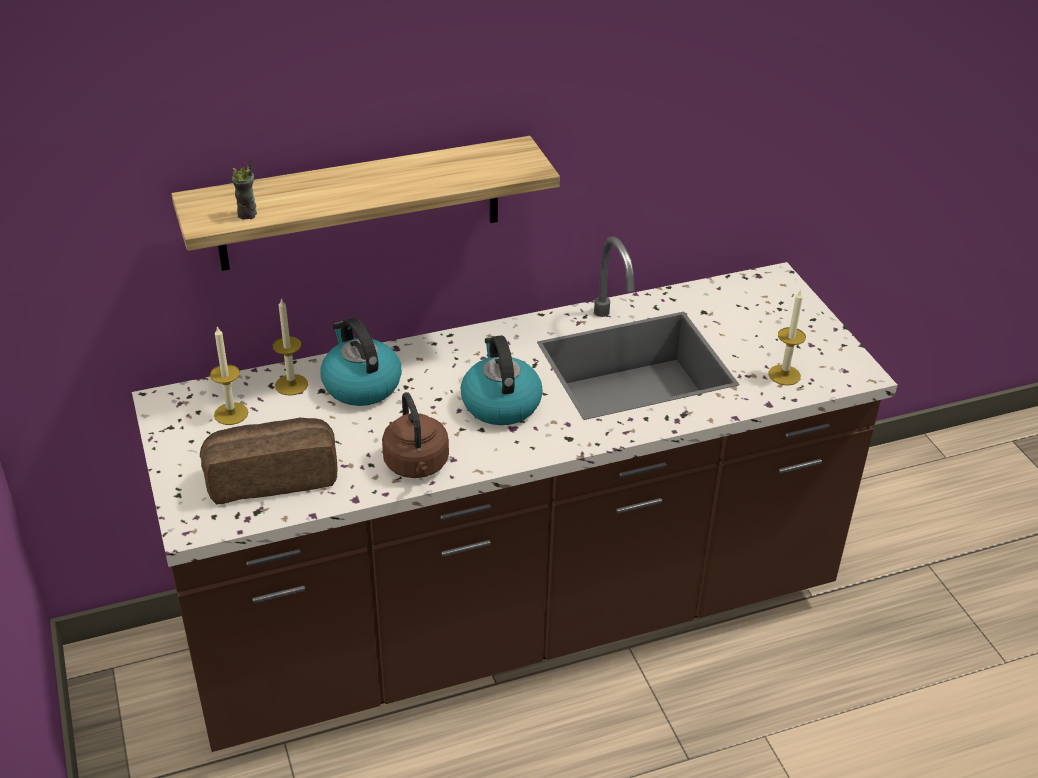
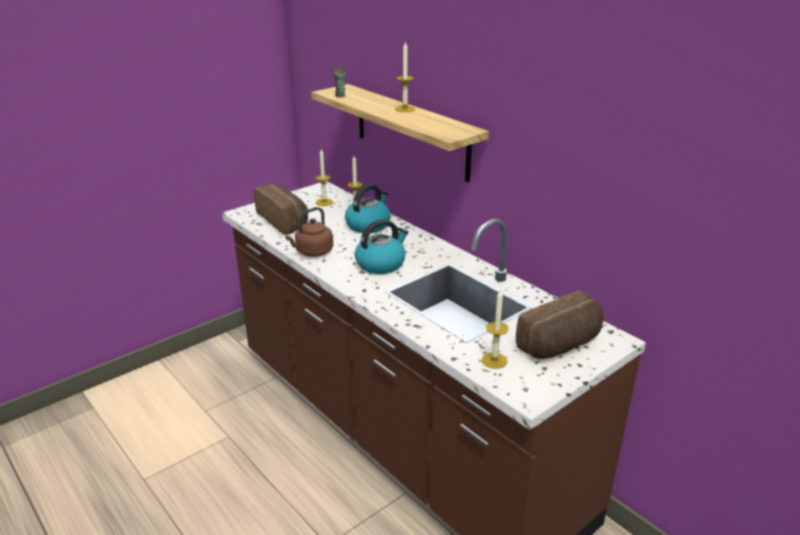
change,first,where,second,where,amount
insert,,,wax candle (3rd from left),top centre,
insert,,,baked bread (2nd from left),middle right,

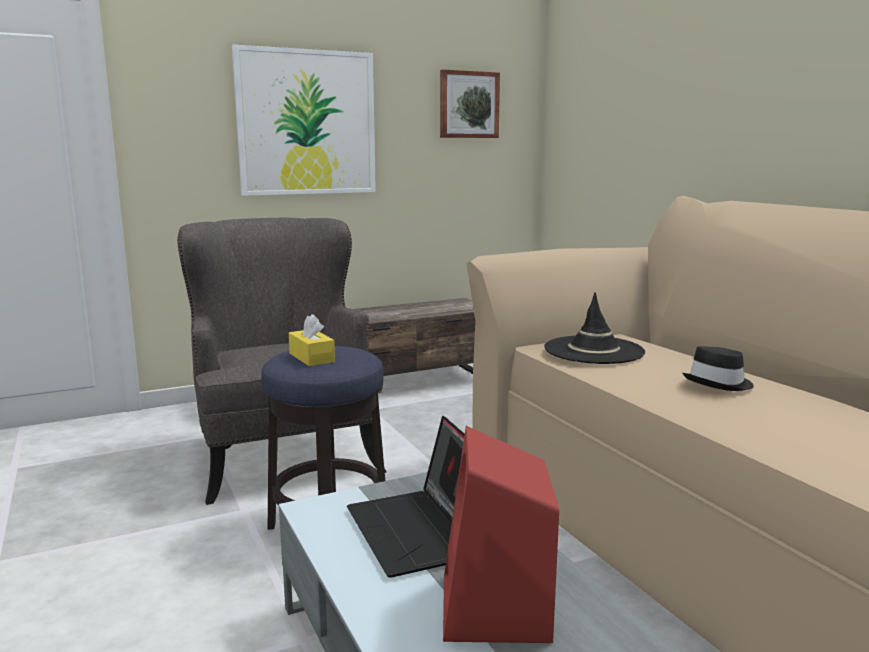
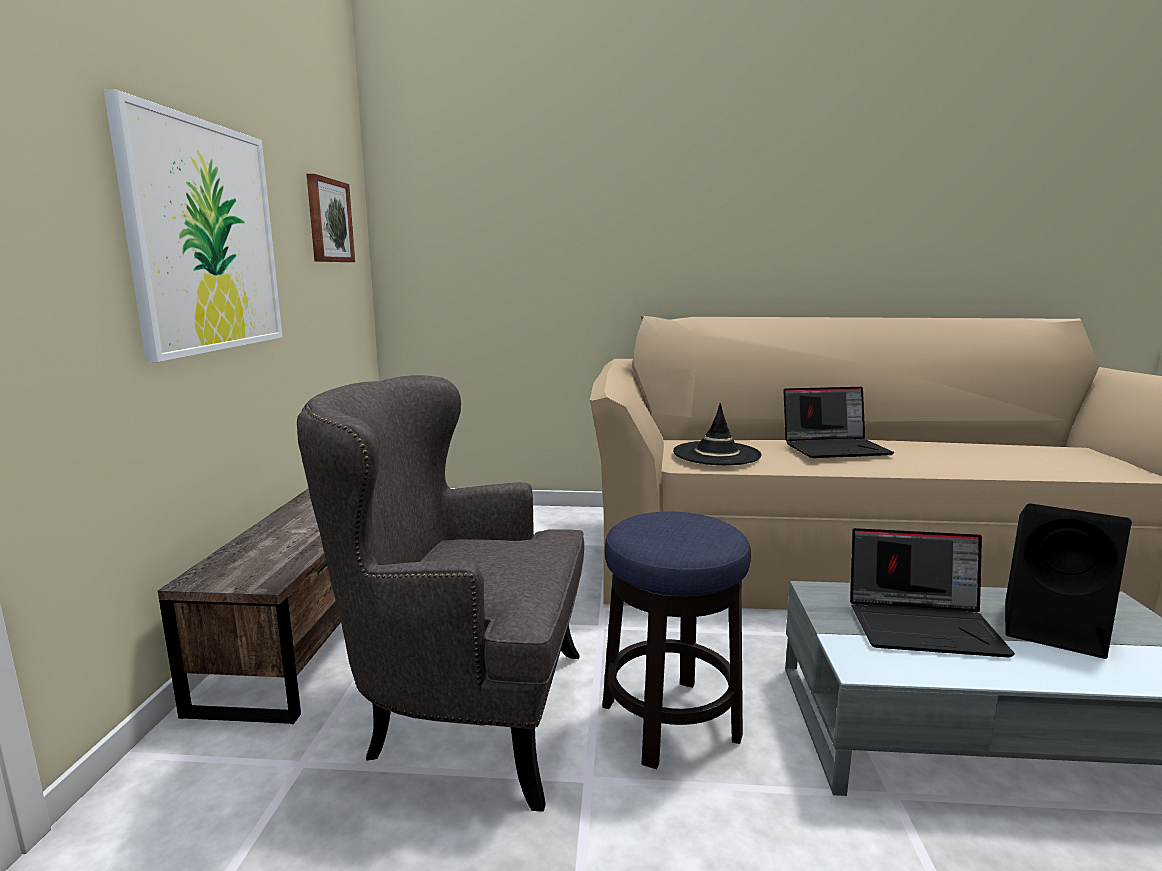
change,first,where,second,where,amount
replace,clothing hat/black-coloured (2nd from left),middle right,laptop (1st from left),middle right,
recolor,loudspeaker/reddish,bottom centre,loudspeaker/black-coloured,bottom right,
delete,tissue holder/yellow,centre,,,

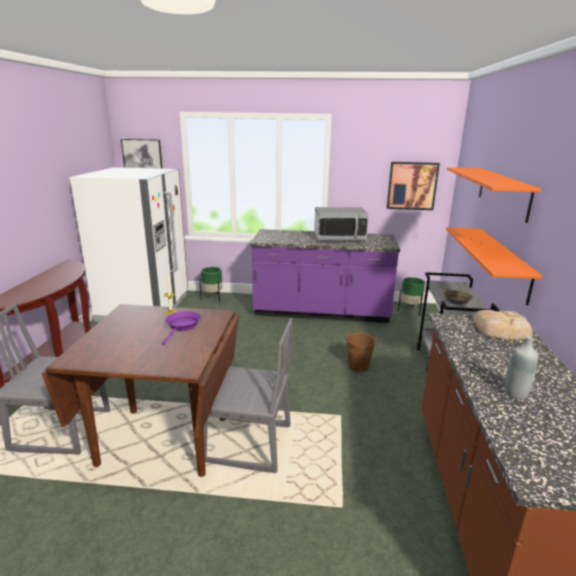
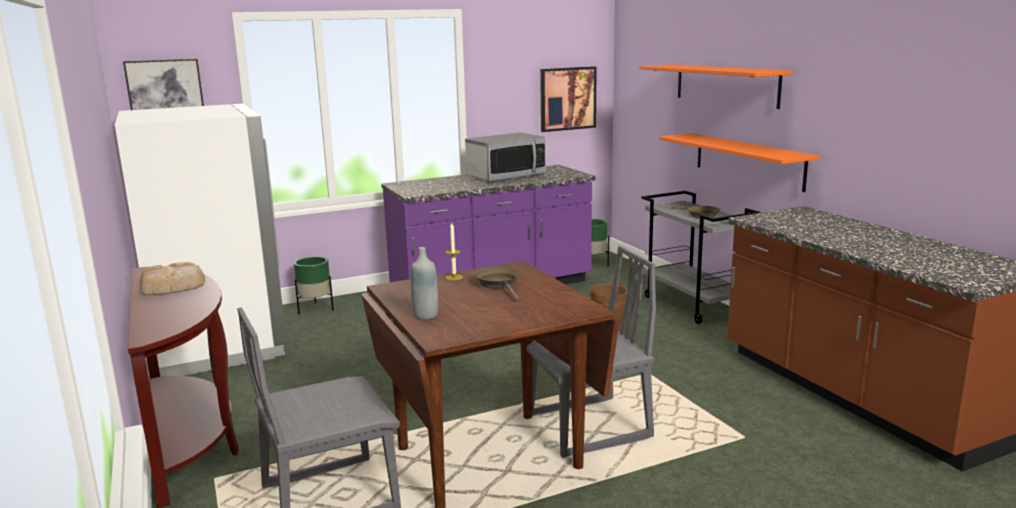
change,first,where,second,where,amount
move,baked bread,middle right,,middle left,
move,bottle/greyish,middle right,,centre,
recolor,skillet/purple,middle left,skillet/brown-coloured (1st from left),centre,

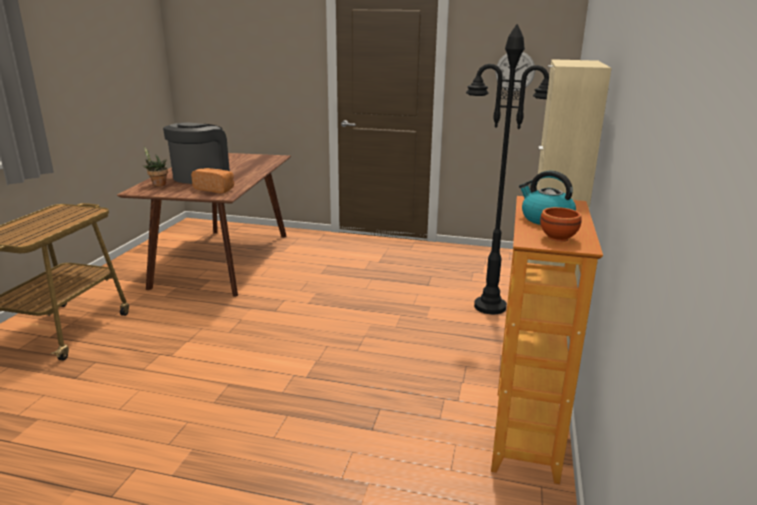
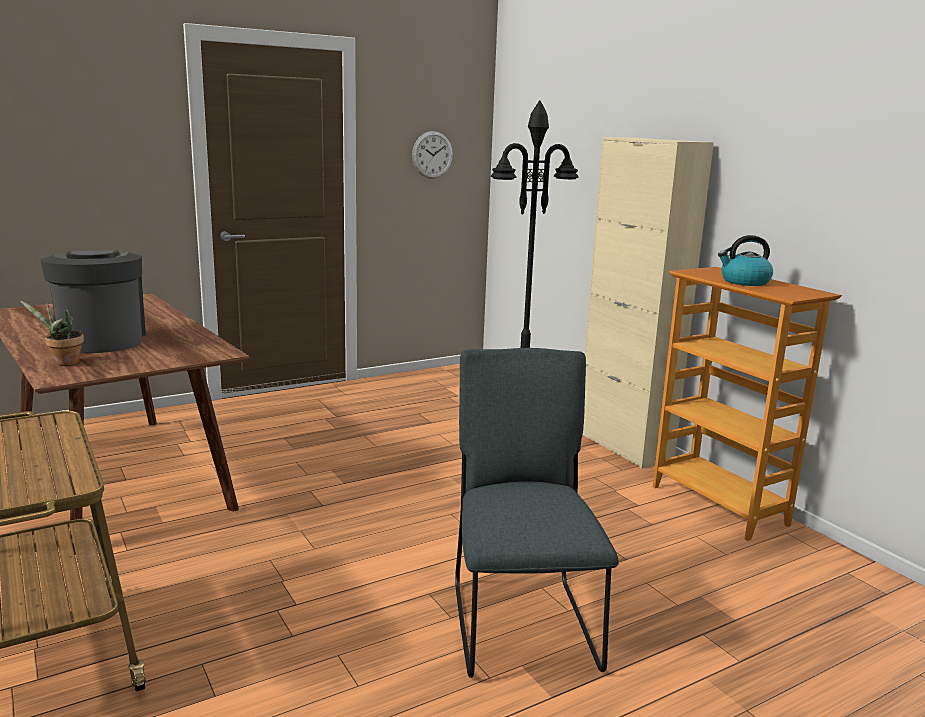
change,first,where,second,where,amount
insert,,,plain chair/greyish,bottom centre,
delete,baked bread,middle left,,,
delete,deep dish/brown-coloured,middle right,,,

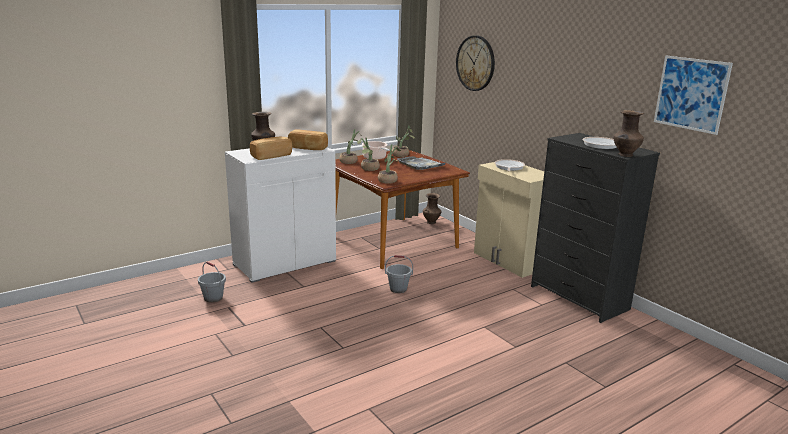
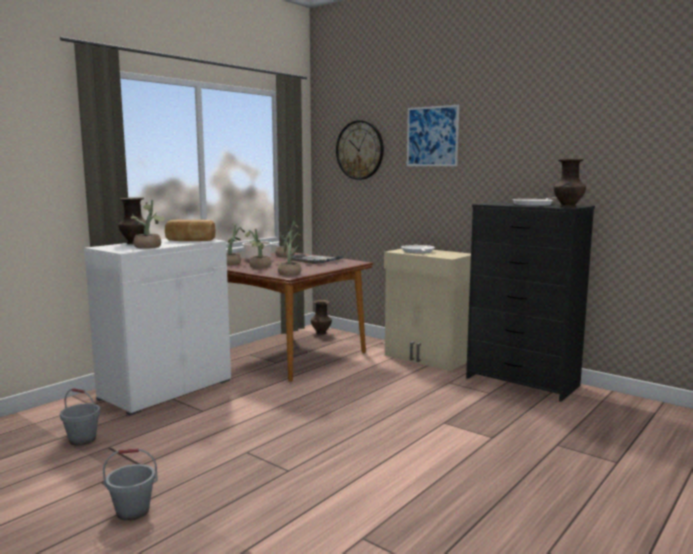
change,first,where,second,where,amount
move,pail/greyish (2nd from left),centre,,bottom left,
replace,baked bread (1st from left),centre,potted plant (1st from left),middle left,
move,wall art,top right,,top centre,

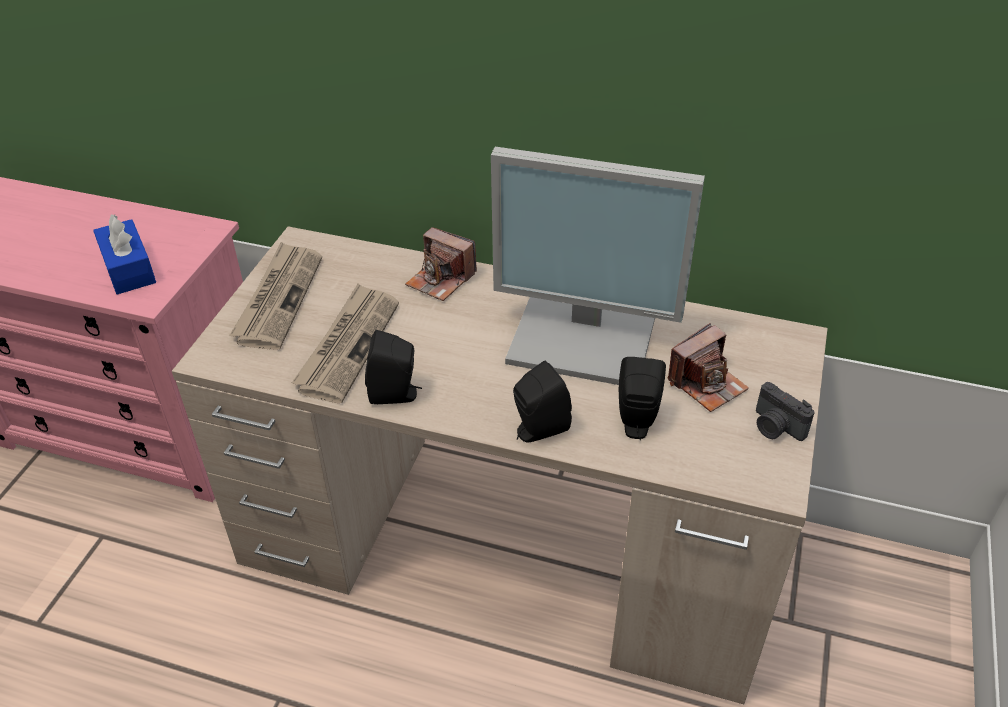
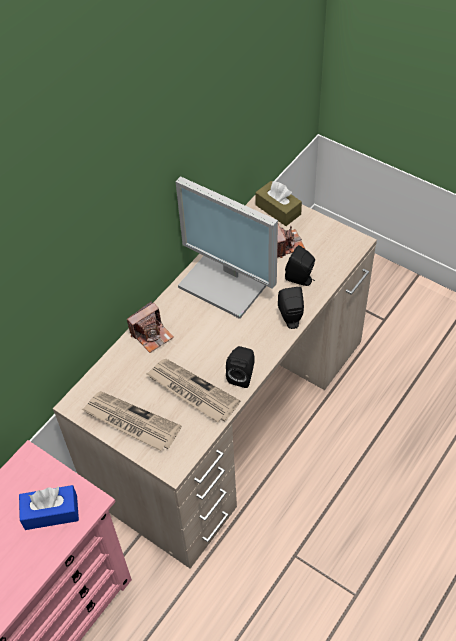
change,first,where,second,where,amount
rotate,monitor,centre,,centre,90 degrees clockwise
insert,,,tissue holder/brown-coloured,top centre,
delete,still camera (3rd from left),middle right,,,

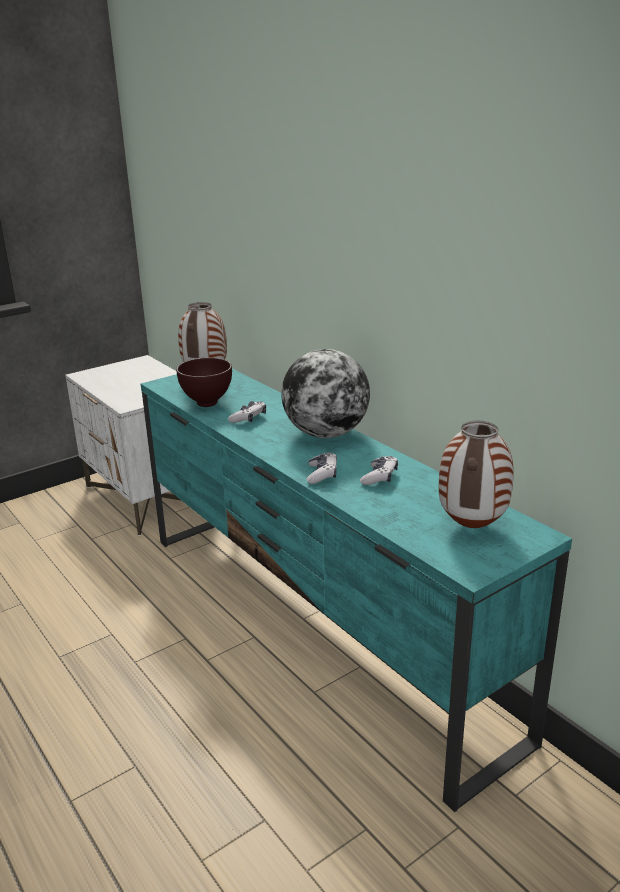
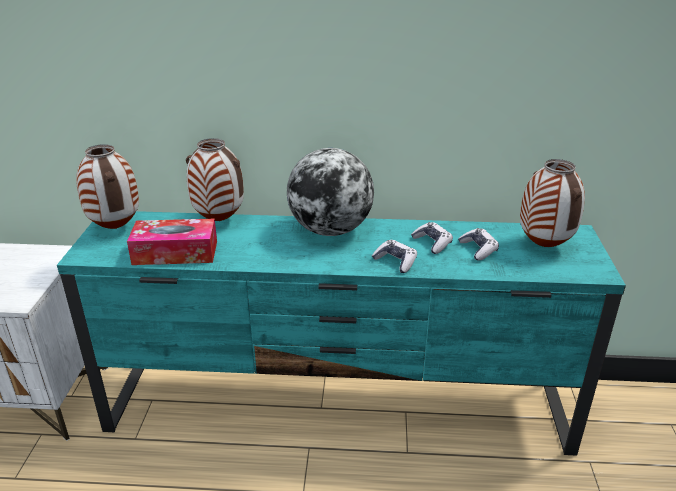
change,first,where,second,where,amount
replace,deep dish/brown-coloured,middle left,tissue holder,middle left,
insert,,,flower vase (2nd from left),middle left,
move,gamepad (1st from left in the first image),centre,gamepad (3rd from left),middle right,

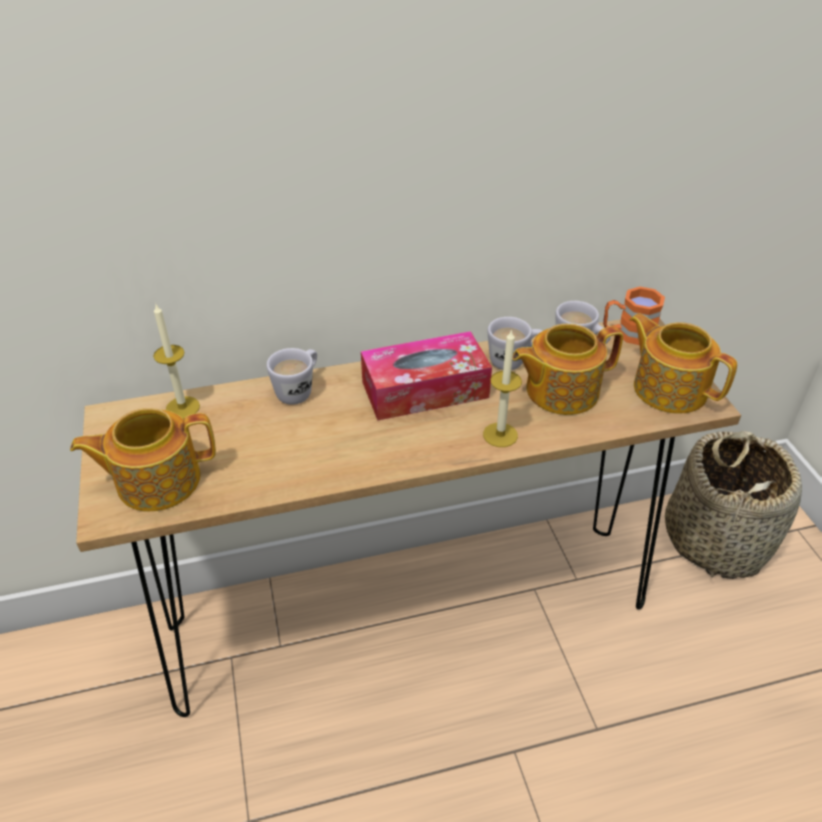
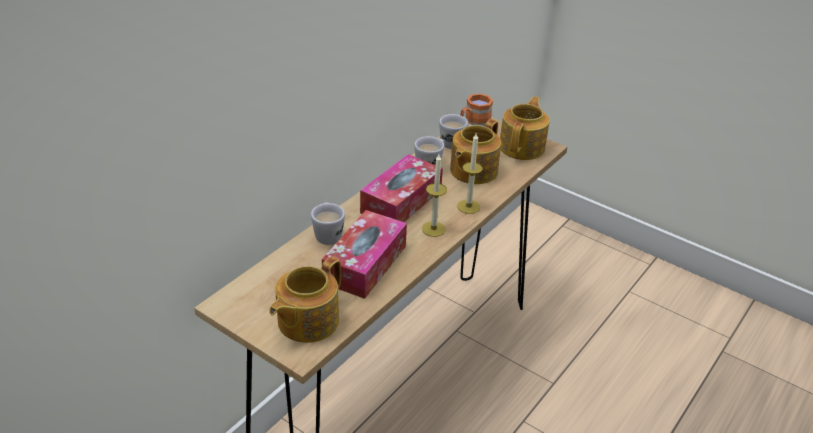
change,first,where,second,where,amount
insert,,,tissue holder (1st from left),centre,
move,wax candle (1st from left),middle left,,centre,
rotate,pot for tea (3rd from left),middle right,,top centre,105 degrees clockwise
delete,basket,middle right,,,

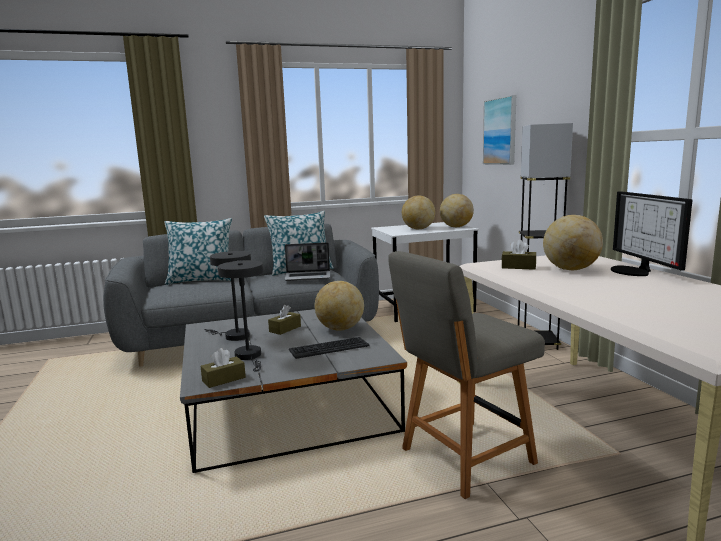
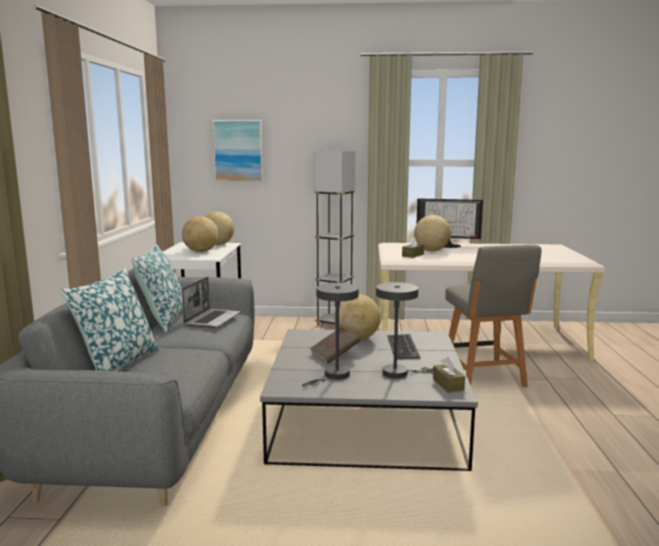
change,first,where,second,where,amount
replace,tissue holder/brown-coloured (2nd from left),centre,volume/brown-coloured,centre,

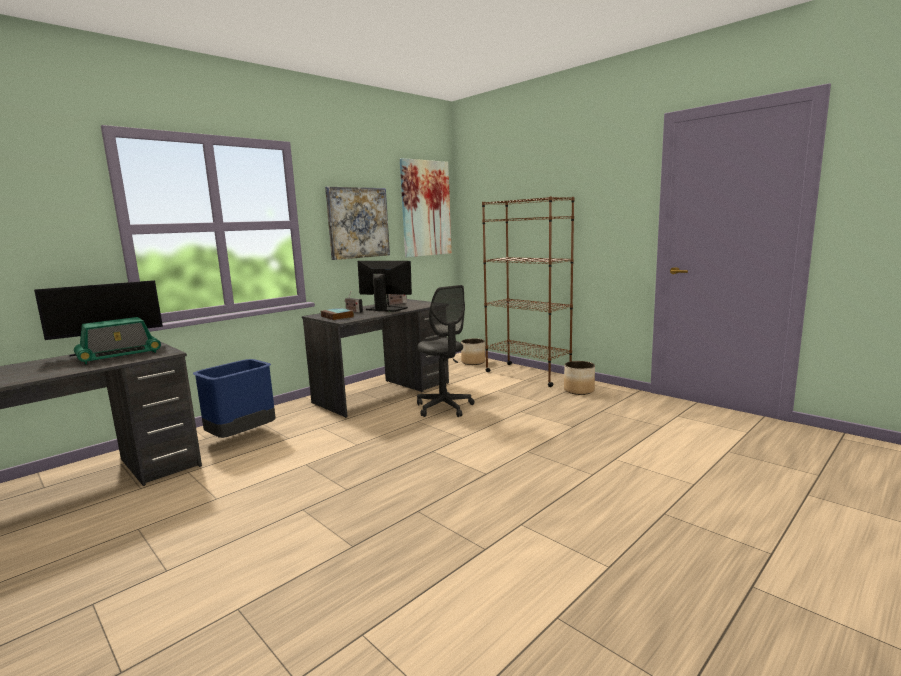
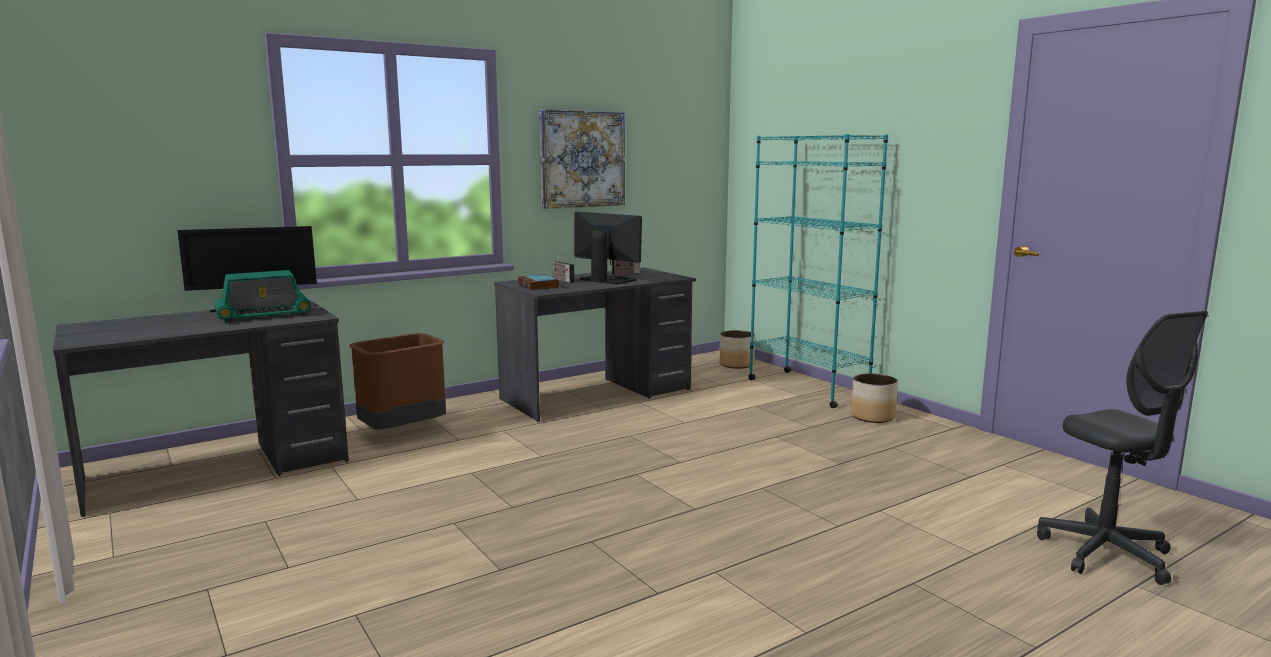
change,first,where,second,where,amount
recolor,waste bin/blue-coloured,middle left,waste bin/brown-coloured,middle left,
recolor,bookcase/brown-coloured,centre,bookcase/blue-green,centre,
move,office chair/greyish,centre,,bottom right,
delete,wall art (2nd from left),top centre,,,

